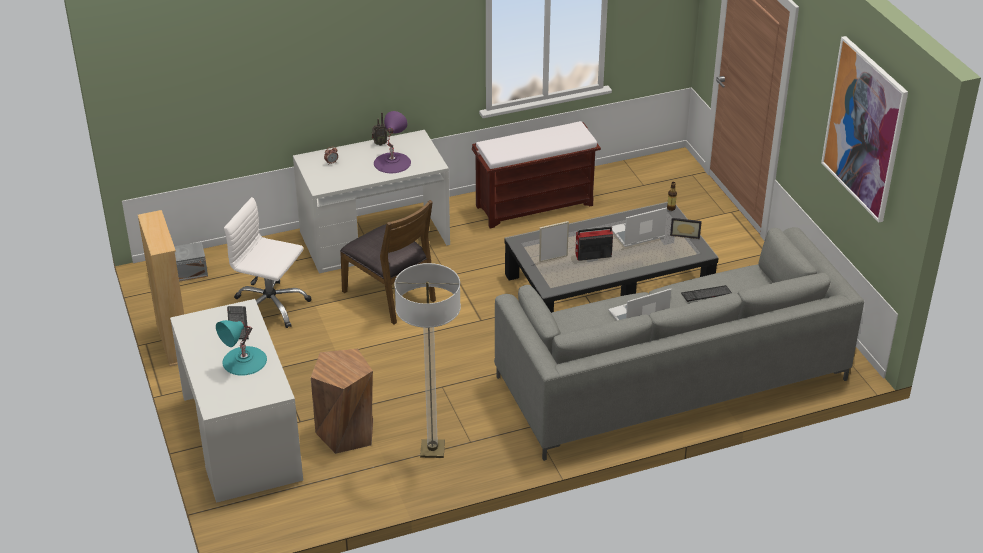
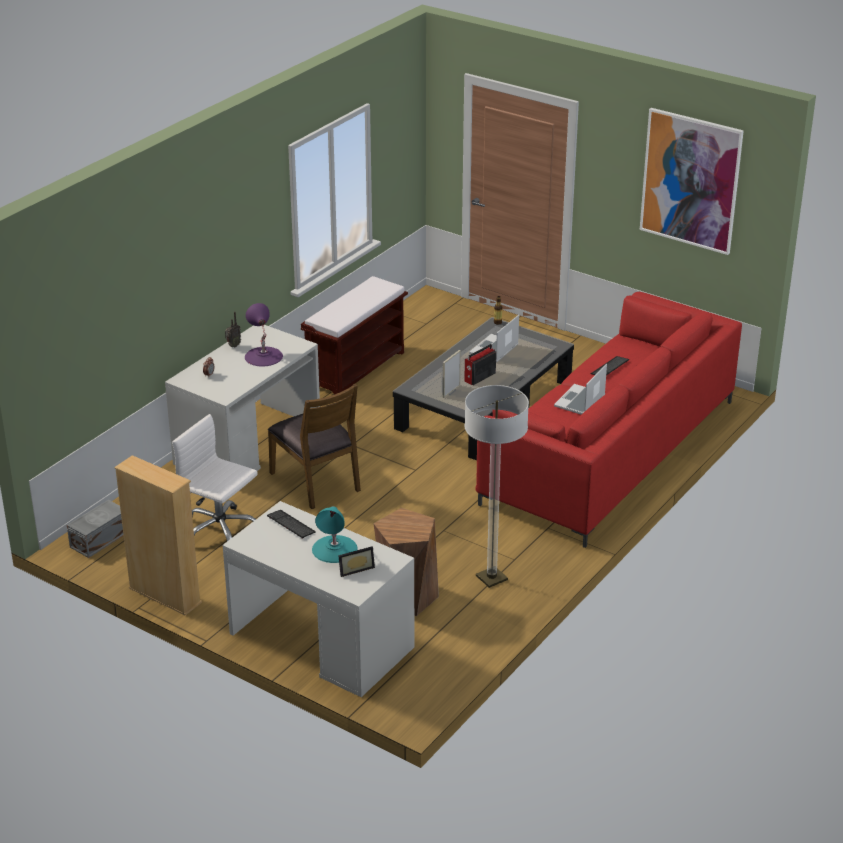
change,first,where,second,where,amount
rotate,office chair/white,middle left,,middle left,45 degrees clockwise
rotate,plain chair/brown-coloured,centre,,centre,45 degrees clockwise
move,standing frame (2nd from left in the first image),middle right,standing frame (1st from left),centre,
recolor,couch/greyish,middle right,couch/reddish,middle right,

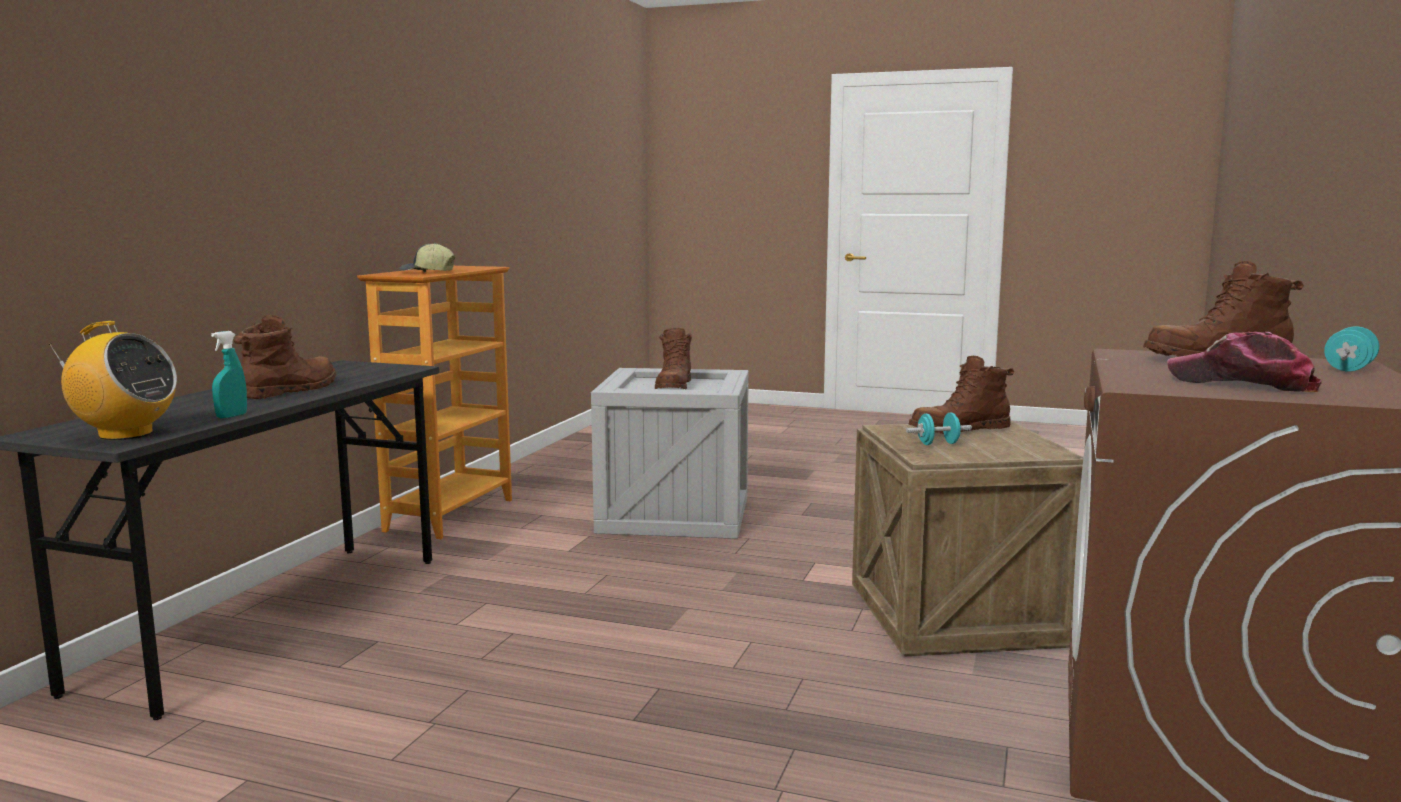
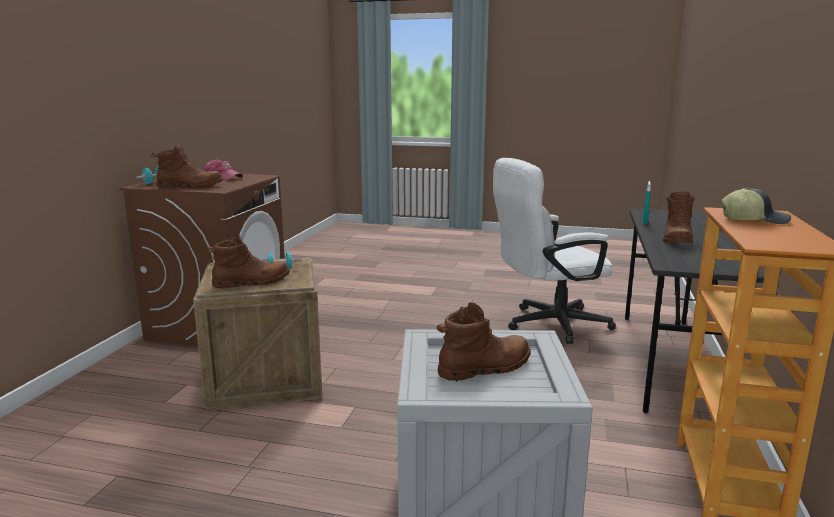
change,first,where,second,where,amount
rotate,tall boot/brown-coloured (2nd from left in the first image),centre,tall boot/brown-coloured (3rd from left),centre,60 degrees clockwise
insert,,,office chair/white,centre,
delete,radio receiver,middle left,,,

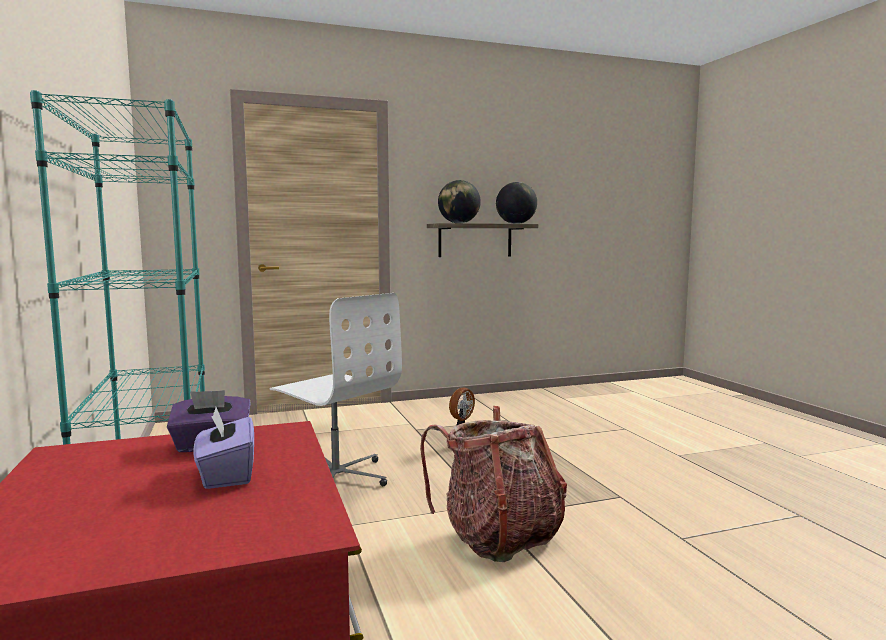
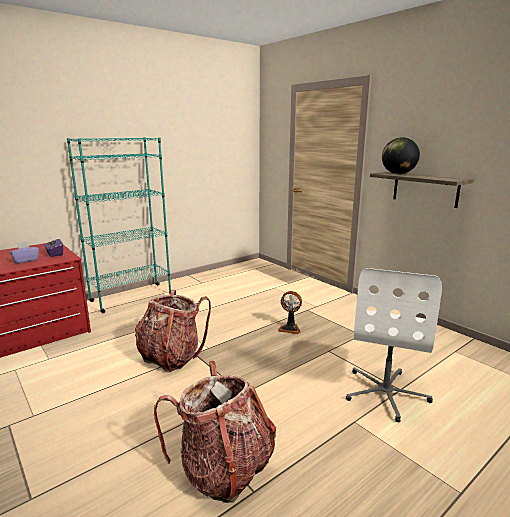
change,first,where,second,where,amount
insert,,,rucksack (2nd from left),bottom centre,
move,office chair/white,centre,,bottom right,
delete,globe (2nd from left),top centre,,,

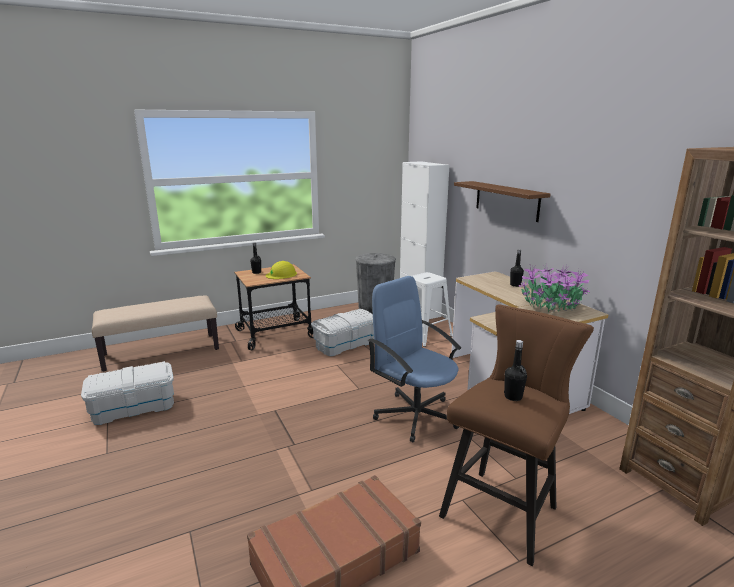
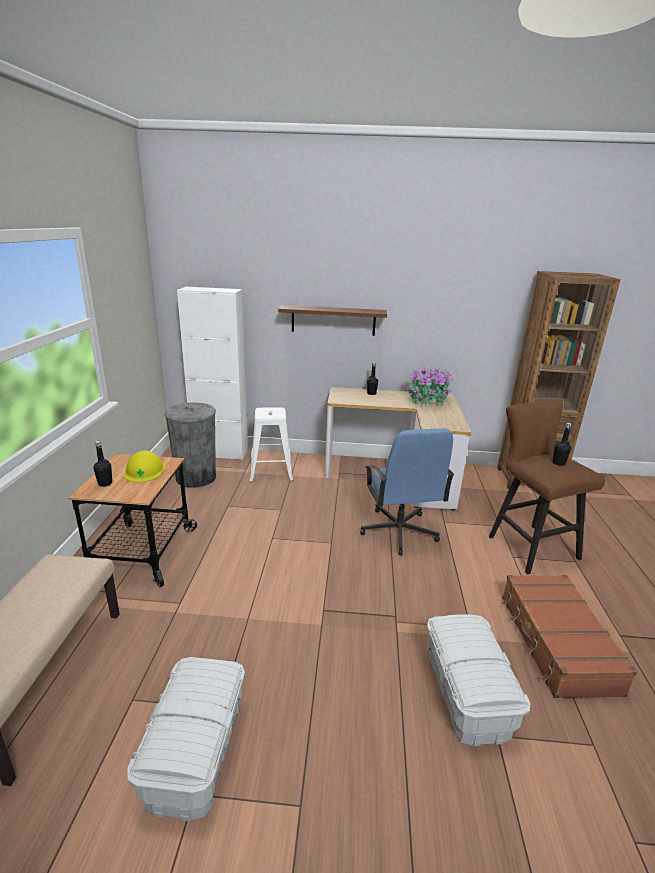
change,first,where,second,where,amount
rotate,office chair/blue-coloured,centre,,centre,90 degrees counterclockwise
move,storage container/white (2nd from left),centre,,bottom right,

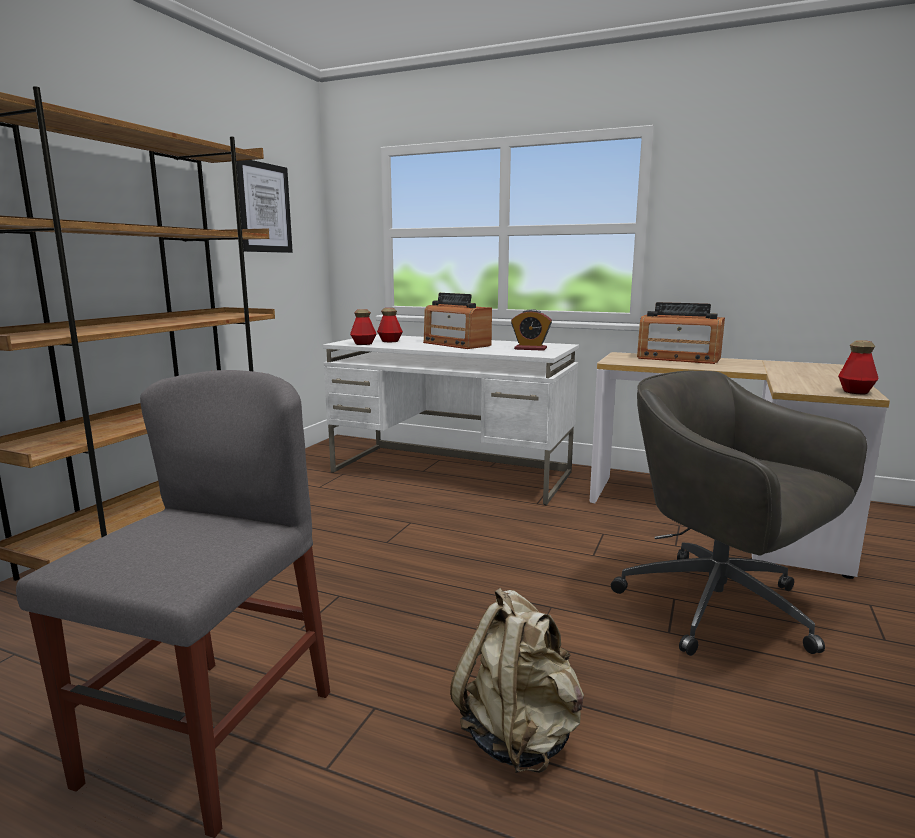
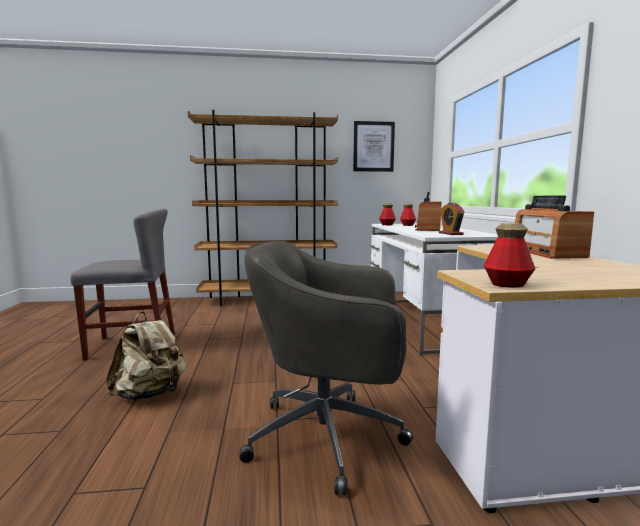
change,first,where,second,where,amount
rotate,office chair/greyish,middle right,,bottom centre,105 degrees counterclockwise

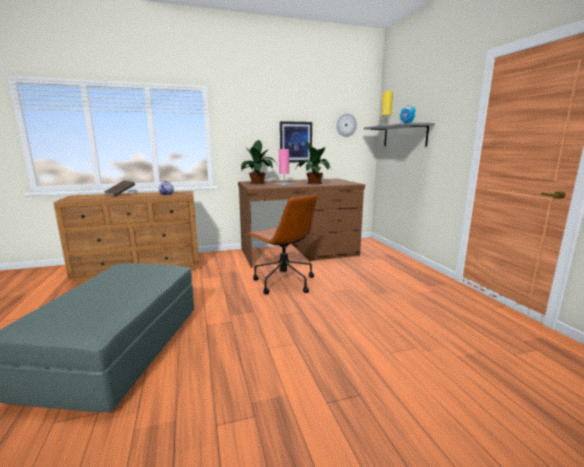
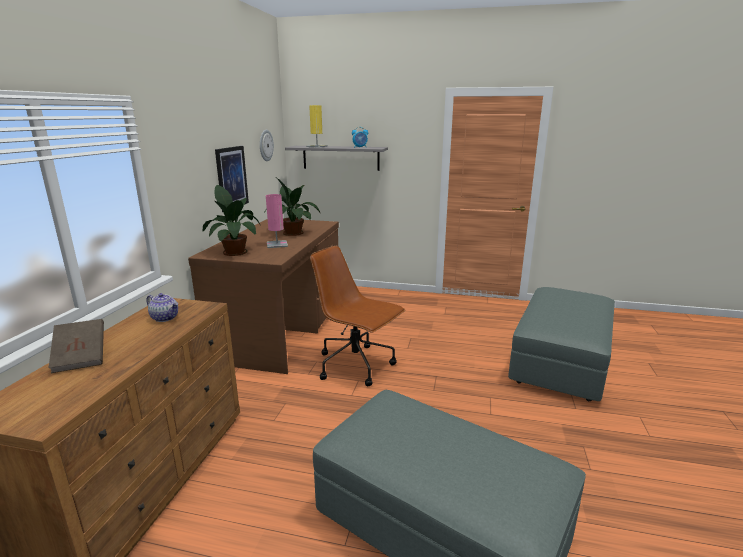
change,first,where,second,where,amount
rotate,office chair/brown-coloured,centre,,centre,135 degrees counterclockwise
insert,,,pouffe/greyish (2nd from left),middle right,

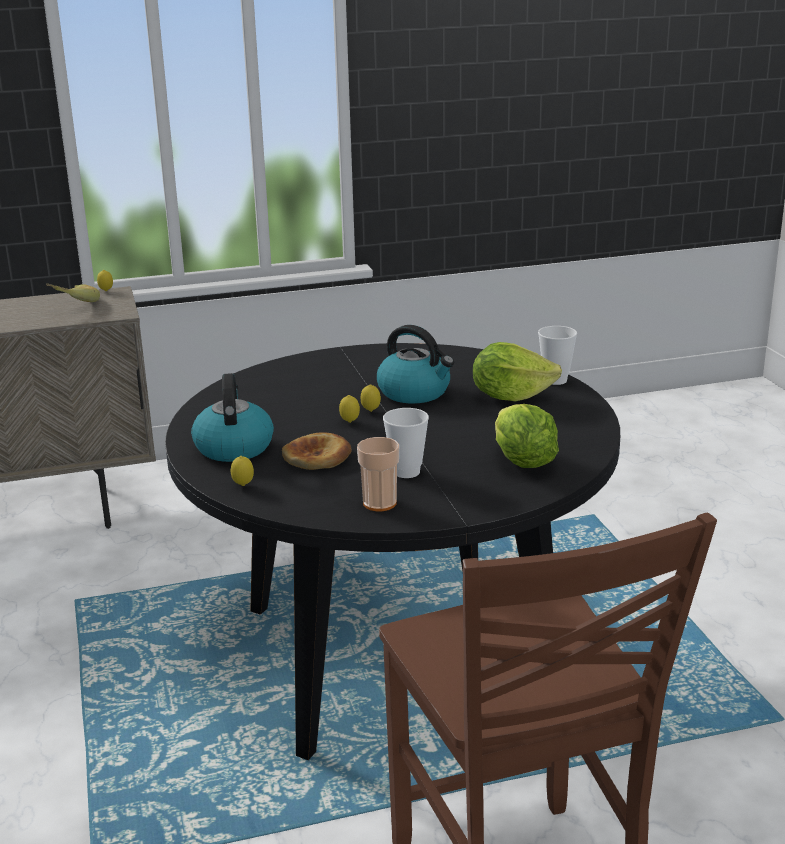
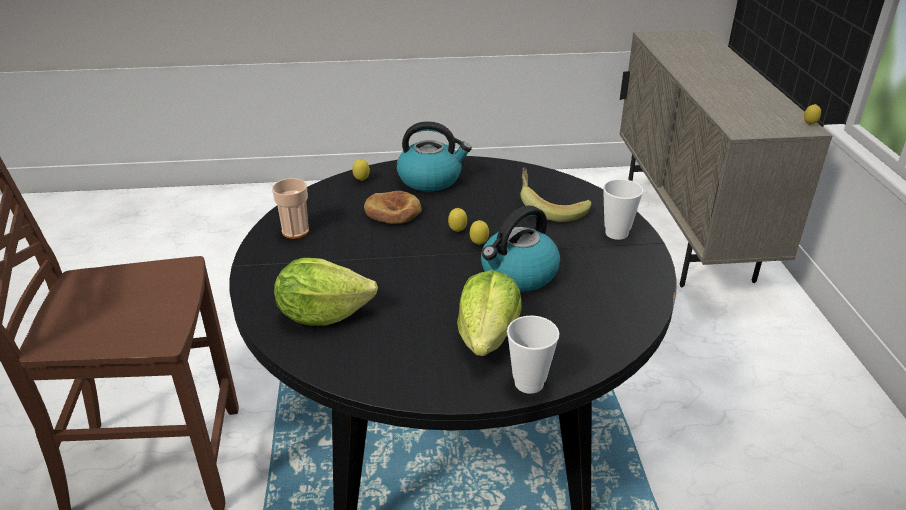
change,first,where,second,where,amount
move,banana,middle left,,centre,
move,drinking cup (2nd from left in the first image),centre,drinking cup (3rd from left),middle right,

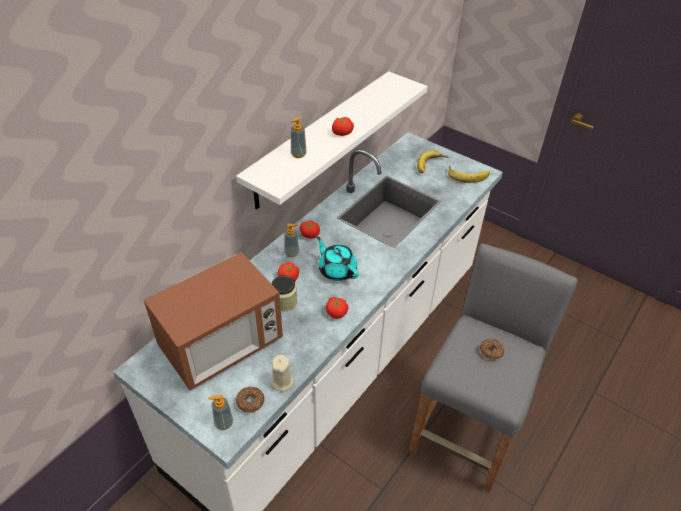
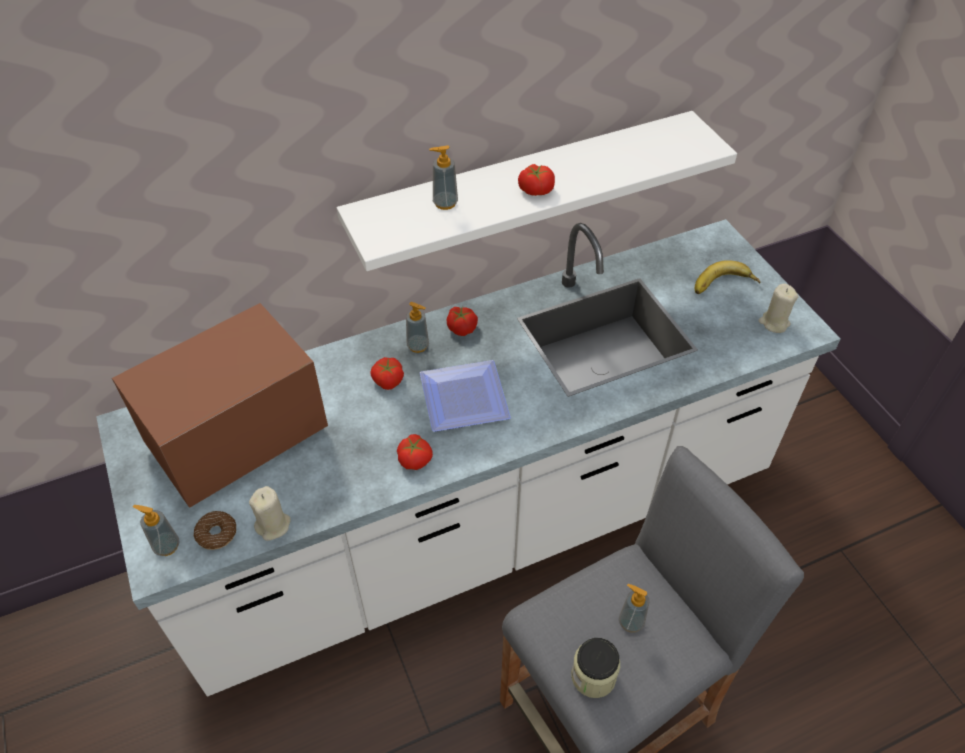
change,first,where,second,where,amount
rotate,kitchen microwave,middle left,,middle left,150 degrees clockwise
replace,pot for tea/blue-green,centre,plate,centre,
move,storage jar,centre,,bottom centre,
replace,doughnut (2nd from left),bottom right,soap dispenser (4th from left),bottom centre,
replace,banana (2nd from left),middle right,wax candle/beige (2nd from left),middle right,

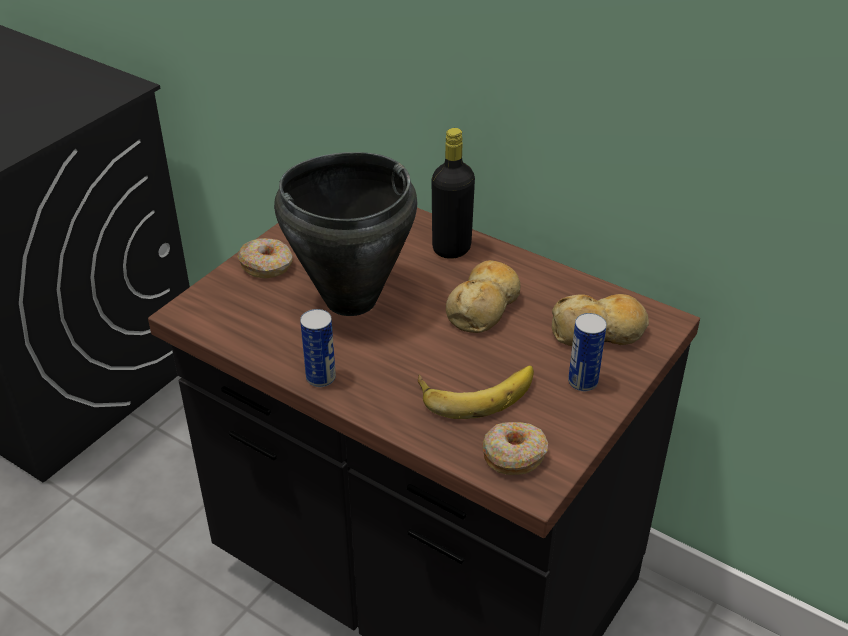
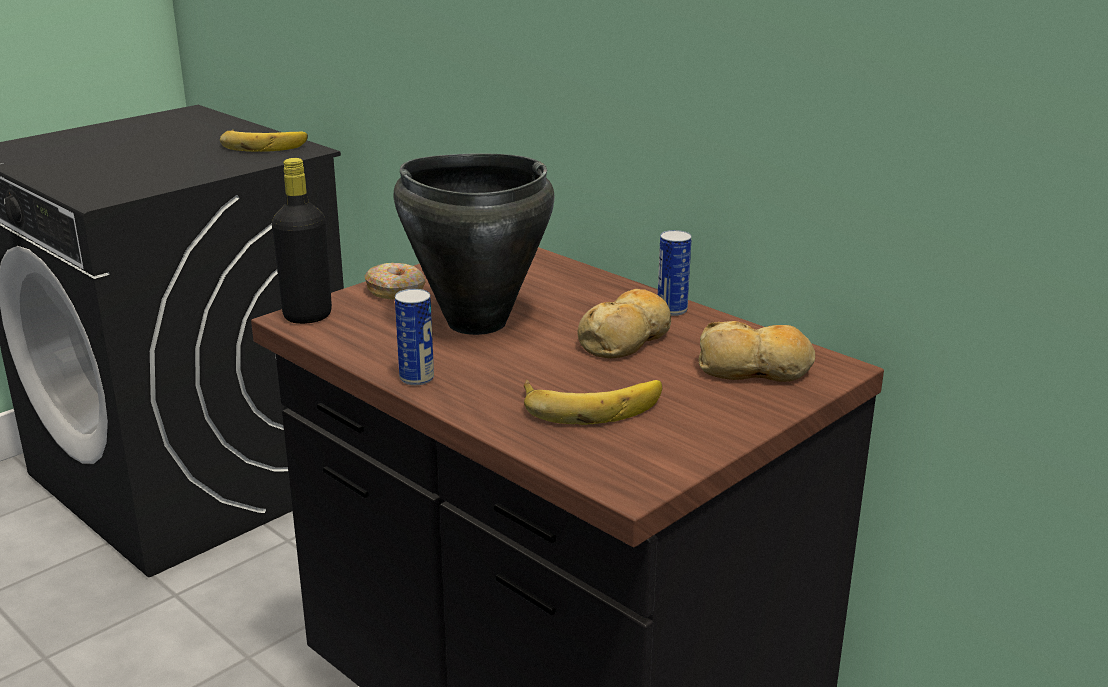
change,first,where,second,where,amount
insert,,,banana (1st from left),top left,
move,bottle/black-coloured,top centre,,middle left,
move,metal can (2nd from left),middle right,,centre,
delete,doughnut (2nd from left),bottom centre,,,

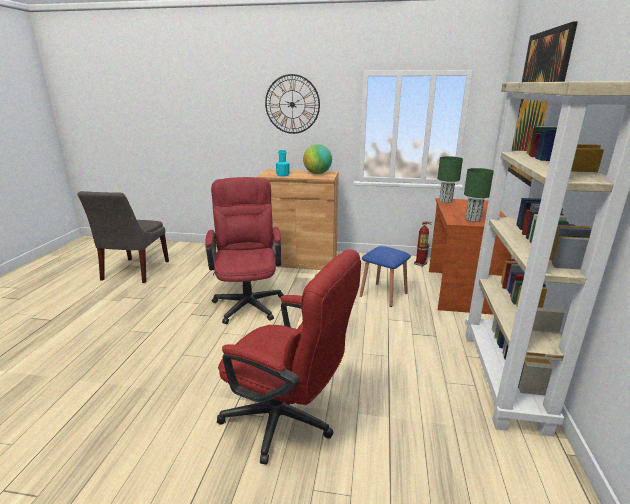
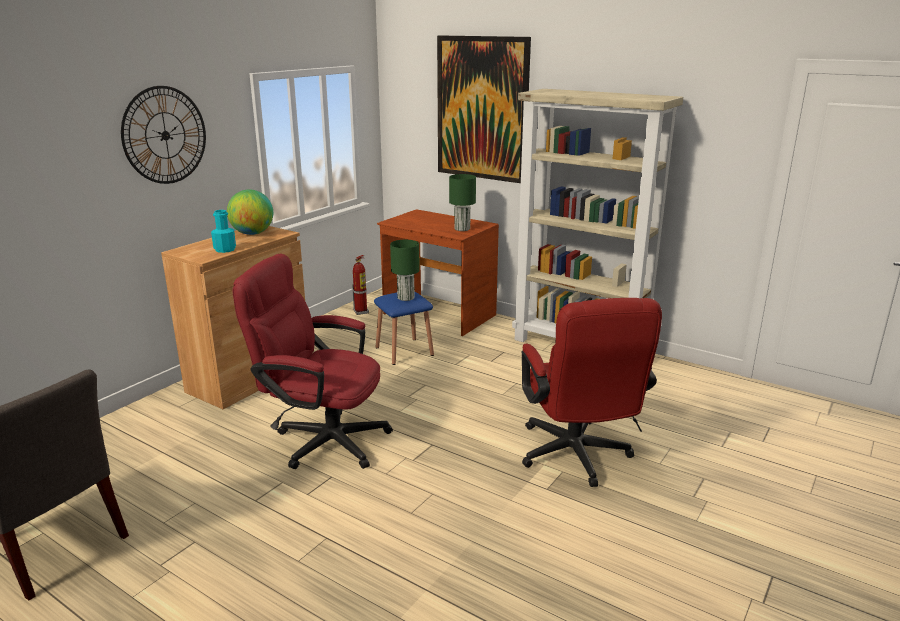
change,first,where,second,where,amount
move,table lamp/greenish (1st from left),middle right,,centre,
rotate,office chair/reddish (2nd from left),bottom centre,,centre,120 degrees clockwise

